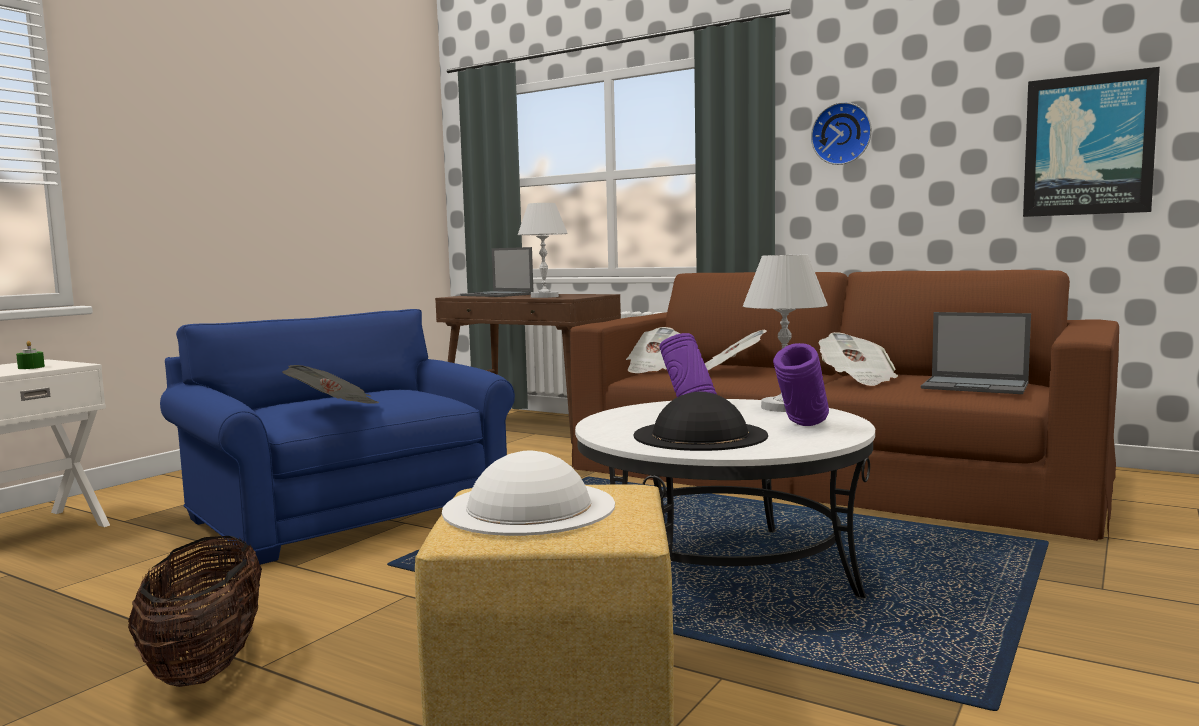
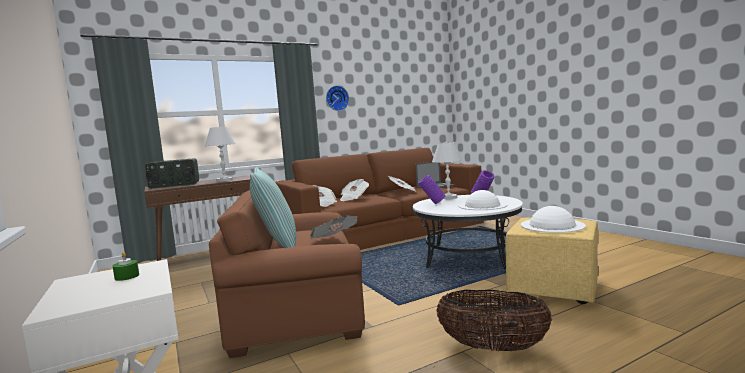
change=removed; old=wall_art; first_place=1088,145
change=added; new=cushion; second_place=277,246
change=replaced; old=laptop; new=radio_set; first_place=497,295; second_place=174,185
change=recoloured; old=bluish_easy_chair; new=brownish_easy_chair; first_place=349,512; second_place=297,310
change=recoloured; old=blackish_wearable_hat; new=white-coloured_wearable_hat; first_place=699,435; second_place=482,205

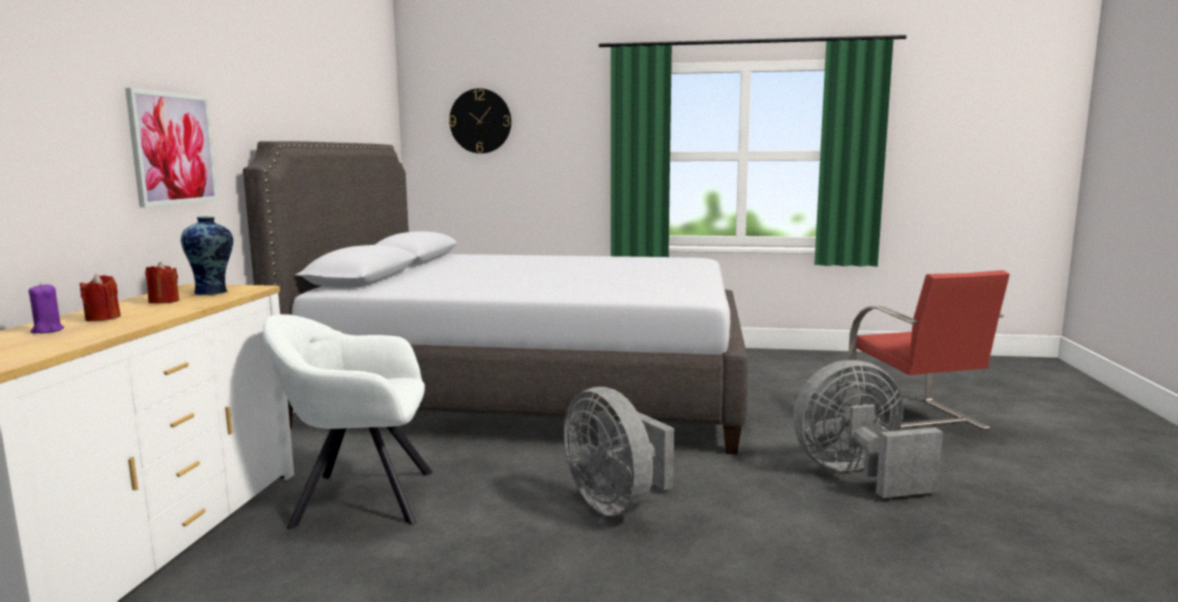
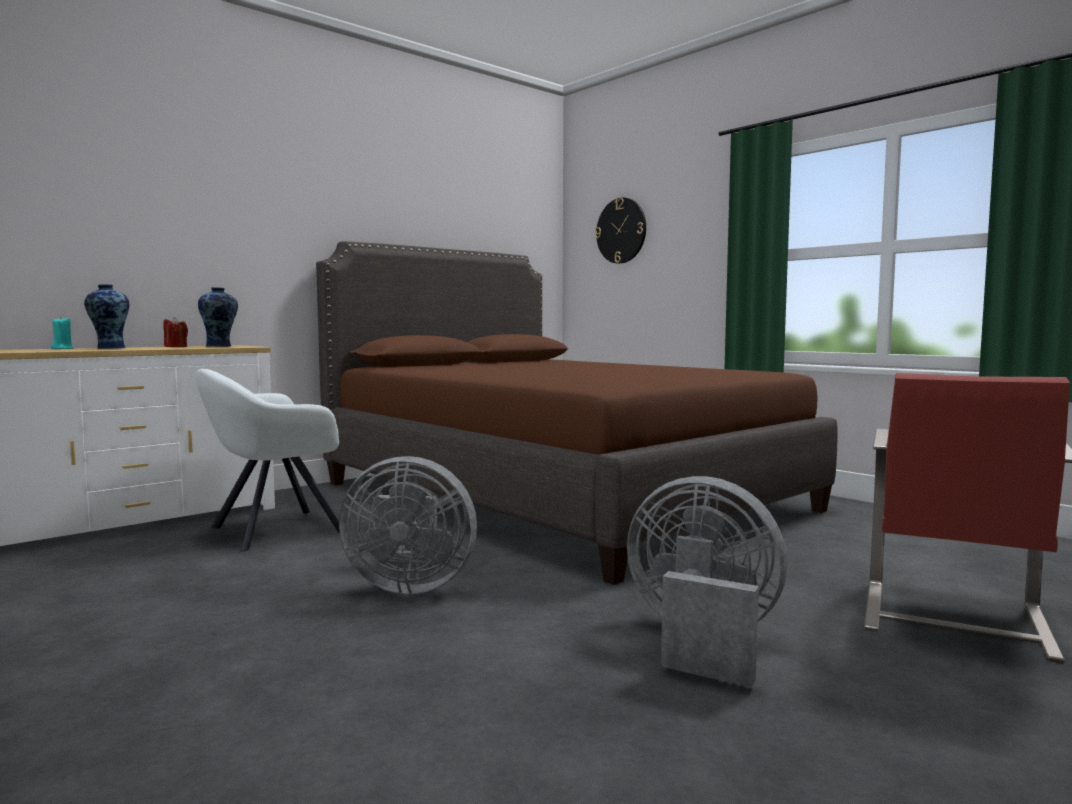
change=removed; old=wall_art; first_place=173,148
change=replaced; old=red-coloured_candle; new=decorative_vase; first_place=103,318; second_place=110,348
change=recoloured; old=purple-coloured_candle; new=turquoise_candle; first_place=47,330; second_place=63,349
change=recoloured; old=greyish_bedroom_bed; new=brownish_bedroom_bed; first_place=531,391; second_place=557,496
change=turned; old=white-coloured_easy_chair; first_place=358,498; second_place=272,530; degrees=-75
change=turned; old=greyish_electric_fan; first_place=616,504; second_place=409,585; degrees=-90

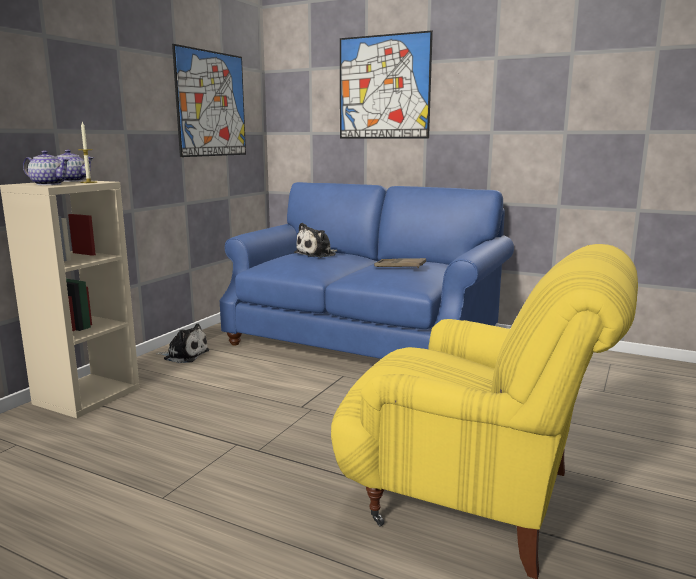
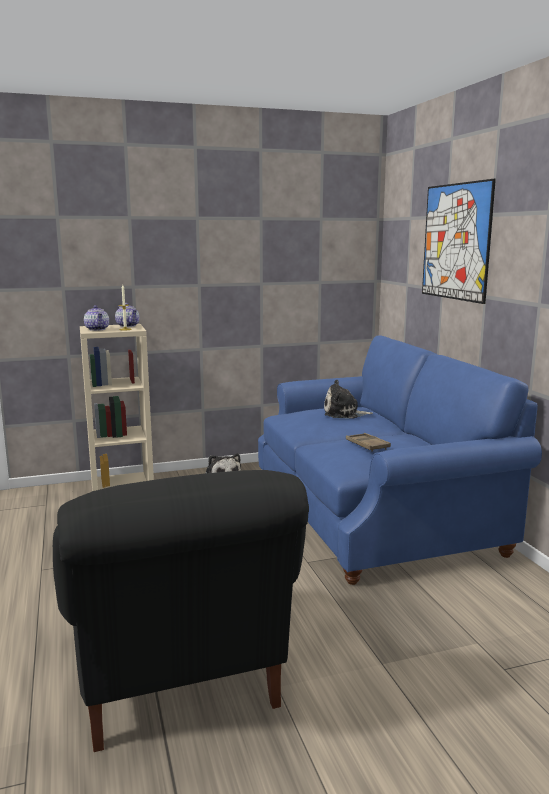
change=removed; old=wall_art; first_place=211,104
change=recoloured; old=yellowish_easy_chair; new=blackish_easy_chair; first_place=474,497; second_place=178,677

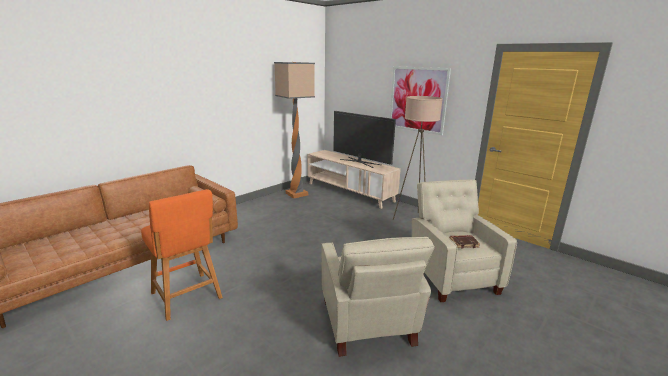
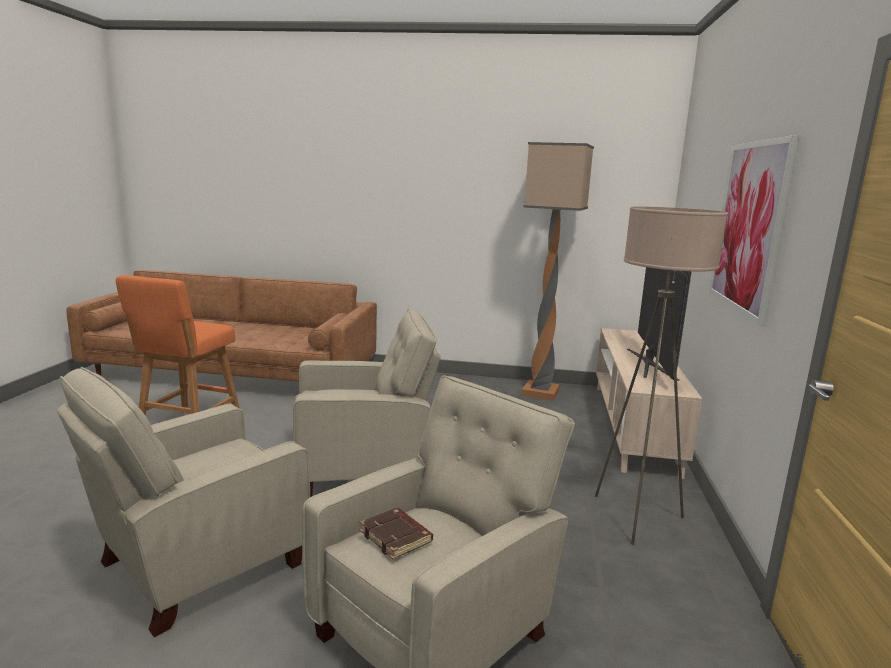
change=added; new=beige-coloured_easy_chair; second_place=364,469

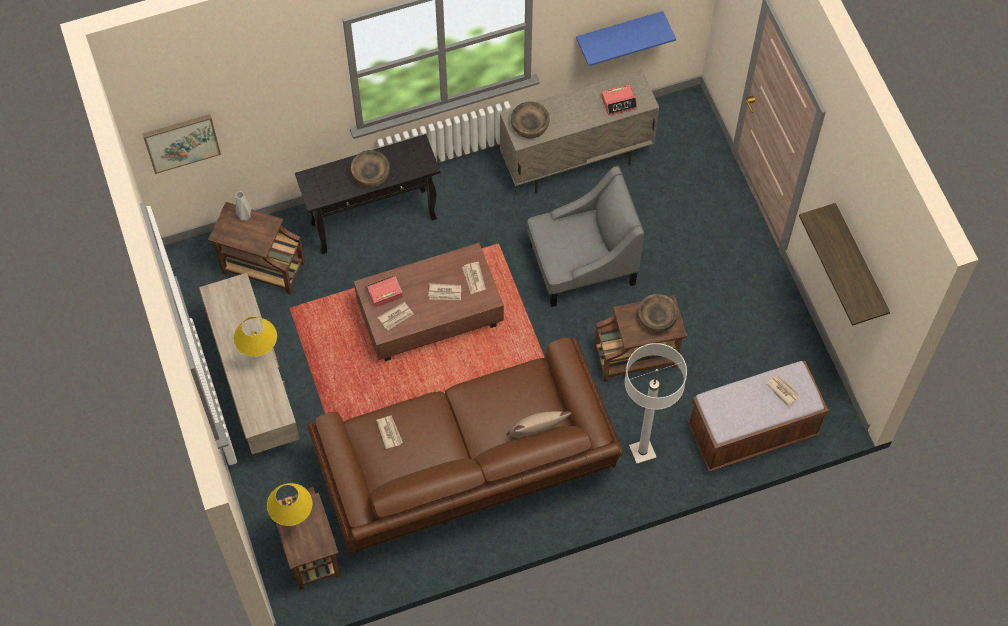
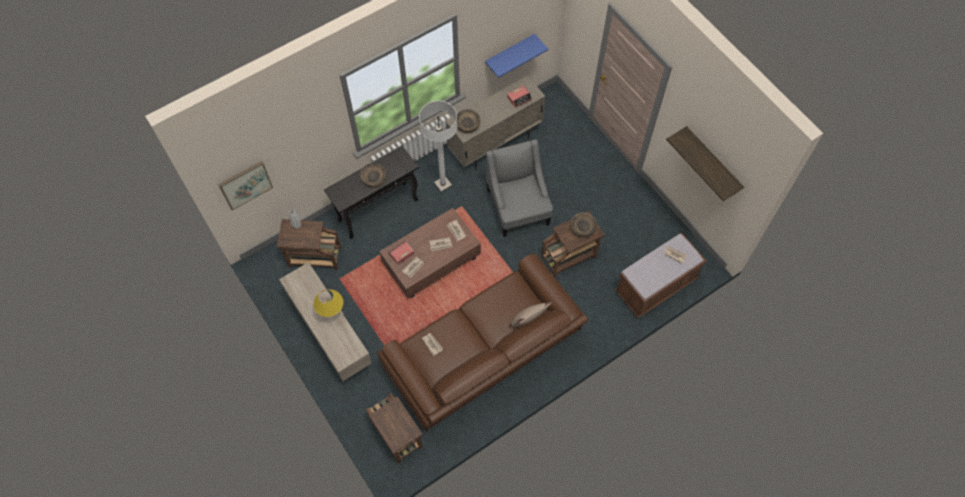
change=removed; old=yellowish_tabletop_lamp; first_place=294,520
change=moved; old=white-coloured_floor_lamp; first_place=642,452; second_place=443,184
change=turned; old=greyish_easy_chair; first_place=582,264; second_place=518,207; degrees=-75

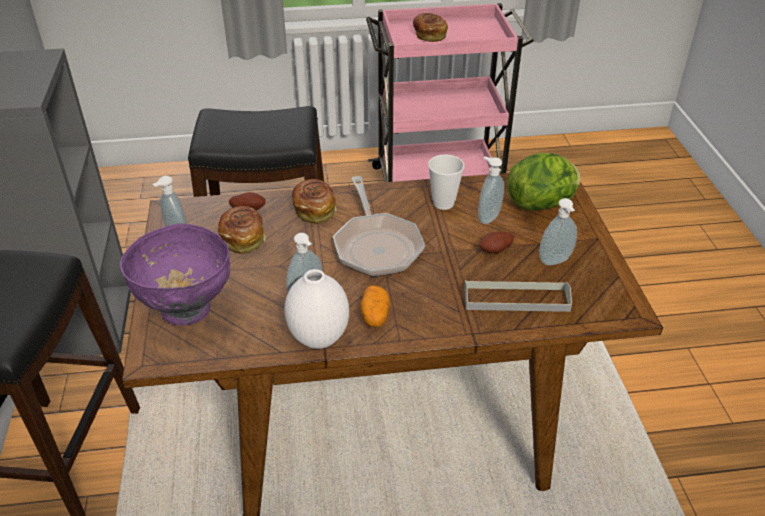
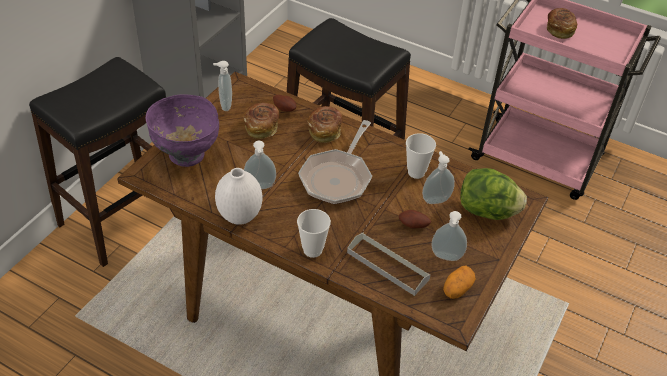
change=added; new=small_cup; second_place=312,250
change=moved; old=spud; first_place=375,315; second_place=457,288

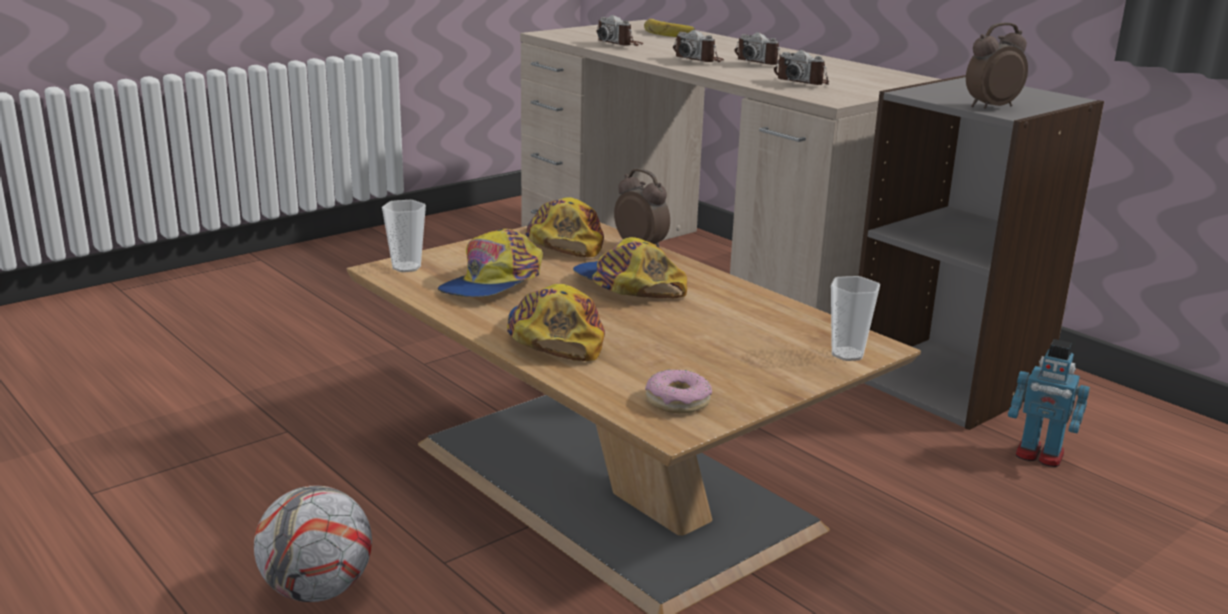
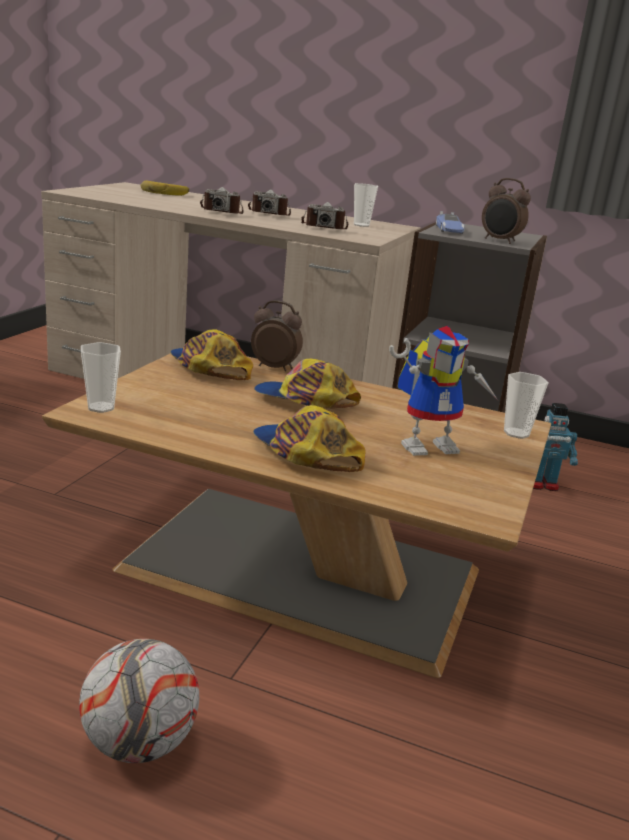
change=removed; old=cap; first_place=493,284
change=removed; old=still_camera; first_place=619,43
change=removed; old=ring_doughnut; first_place=677,401
change=added; new=small_cup; second_place=361,225
change=added; new=model_robot; second_place=430,445
change=added; new=miniature_car; second_place=449,230
change=turned; old=table_clock; first_place=990,107; second_place=500,241; degrees=-90

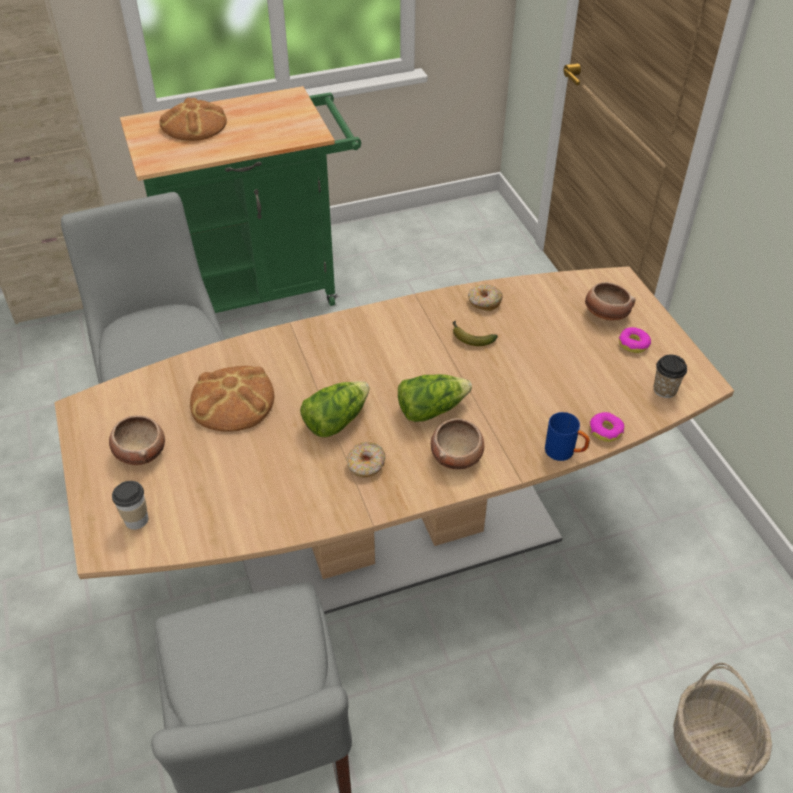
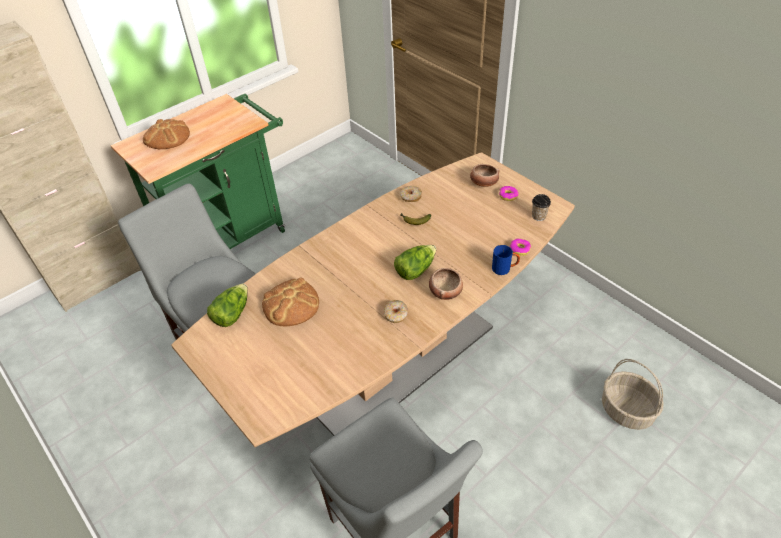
change=removed; old=bowl; first_place=140,451
change=removed; old=small_cup; first_place=136,520
change=moved; old=lettuce; first_place=335,420; second_place=232,313

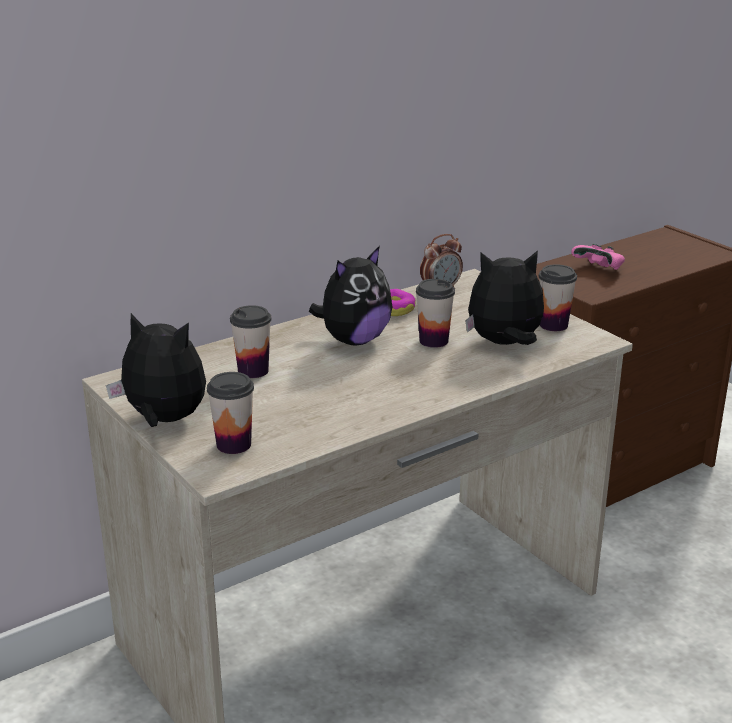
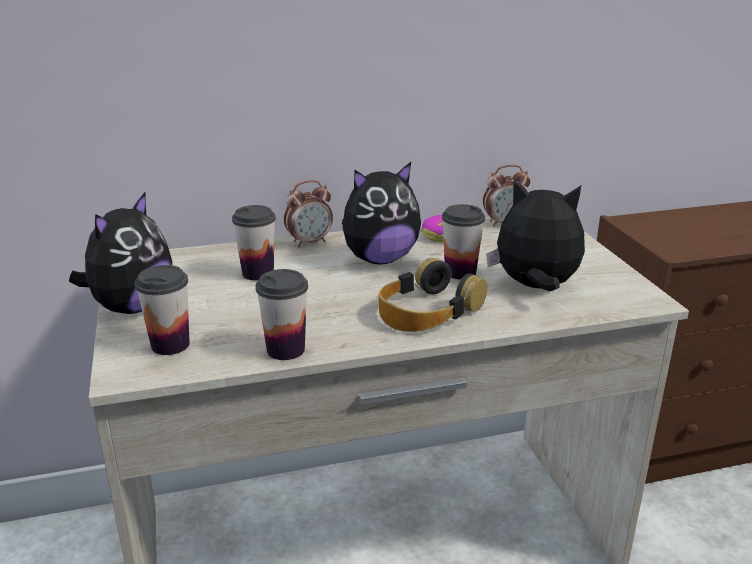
change=removed; old=pink-coloured_gamepad; first_place=599,269
change=added; new=table_clock; second_place=309,242
change=added; new=pair_of_headphones; second_place=427,311
change=moved; old=small_cup; first_place=553,325; second_place=285,350
change=turned; old=soft_toy; first_place=163,420; second_place=131,307; degrees=75

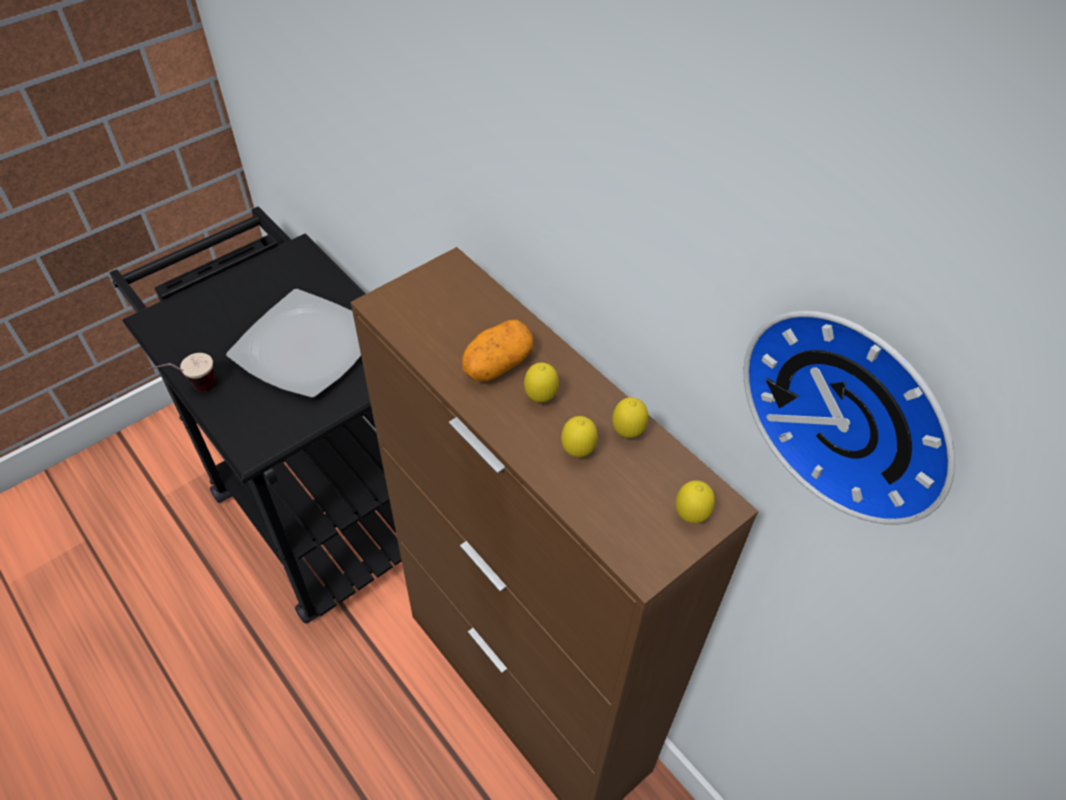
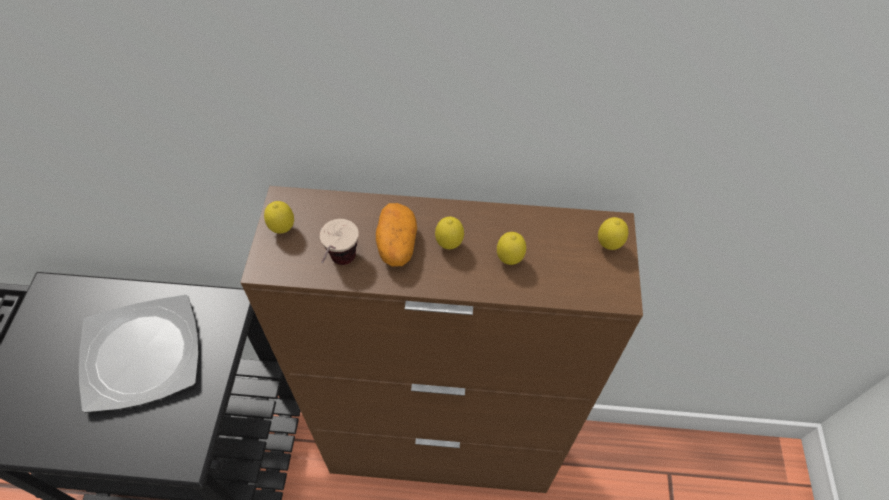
change=removed; old=wall_clock; first_place=852,409
change=moved; old=small_cup; first_place=192,390; second_place=339,268
change=moved; old=whole_lemon; first_place=627,433; second_place=283,229

